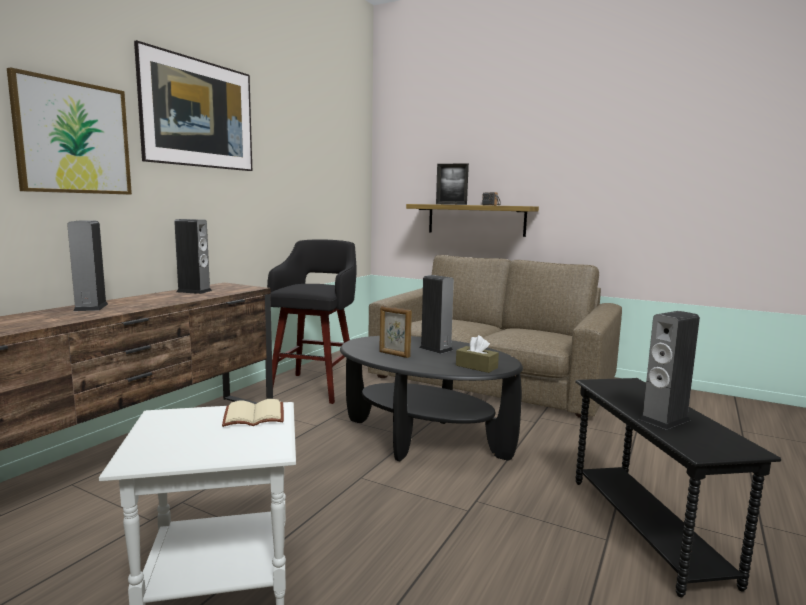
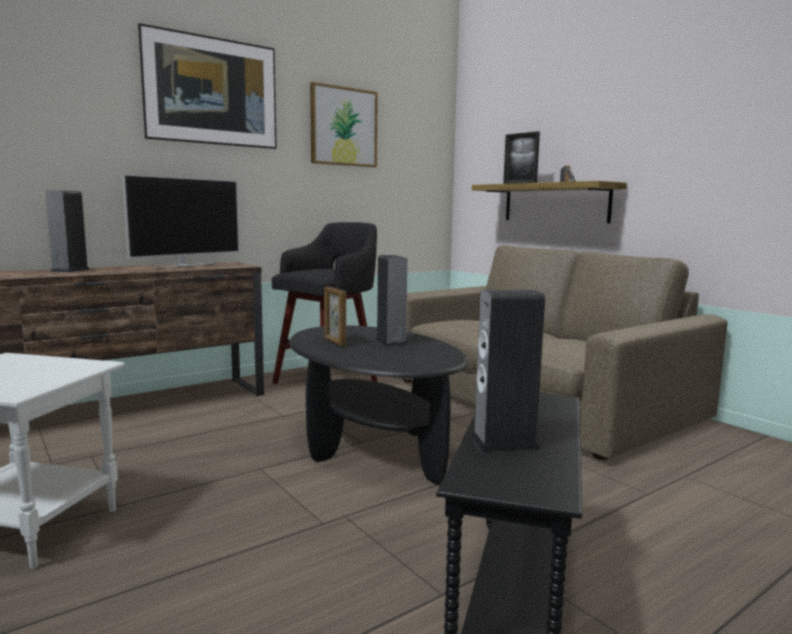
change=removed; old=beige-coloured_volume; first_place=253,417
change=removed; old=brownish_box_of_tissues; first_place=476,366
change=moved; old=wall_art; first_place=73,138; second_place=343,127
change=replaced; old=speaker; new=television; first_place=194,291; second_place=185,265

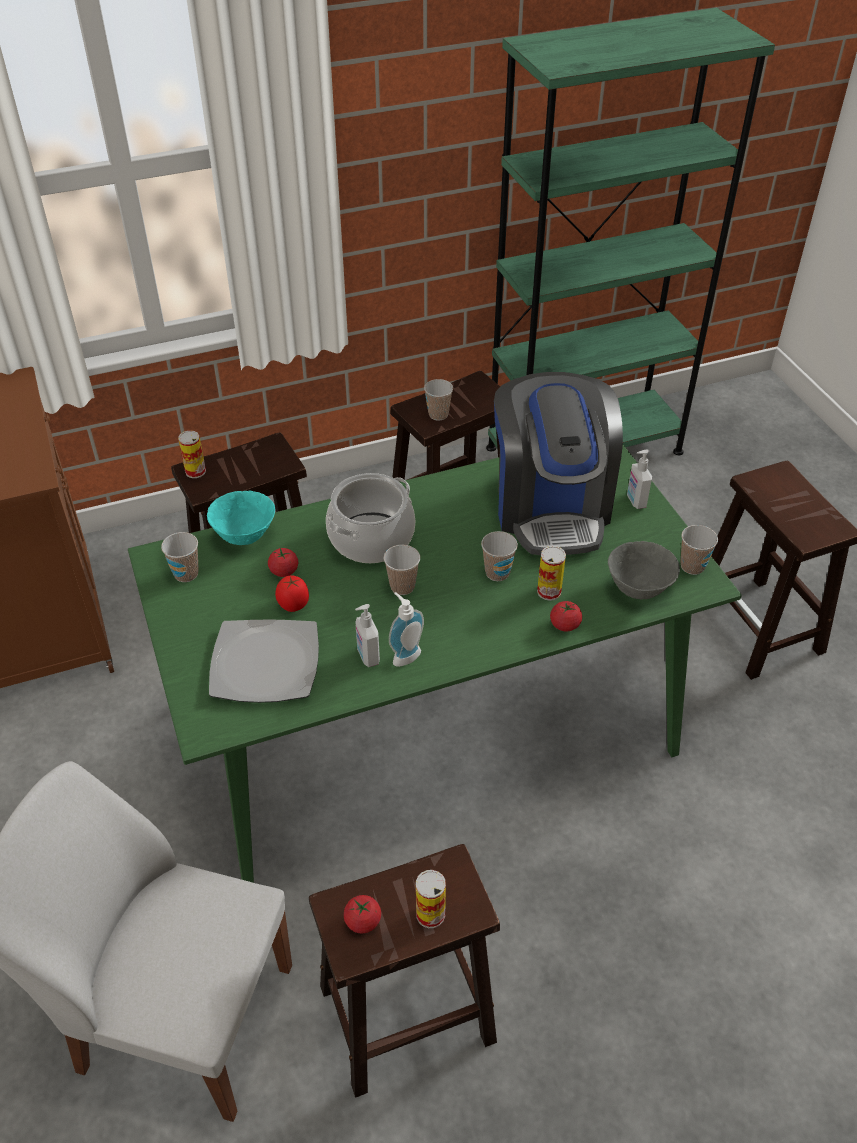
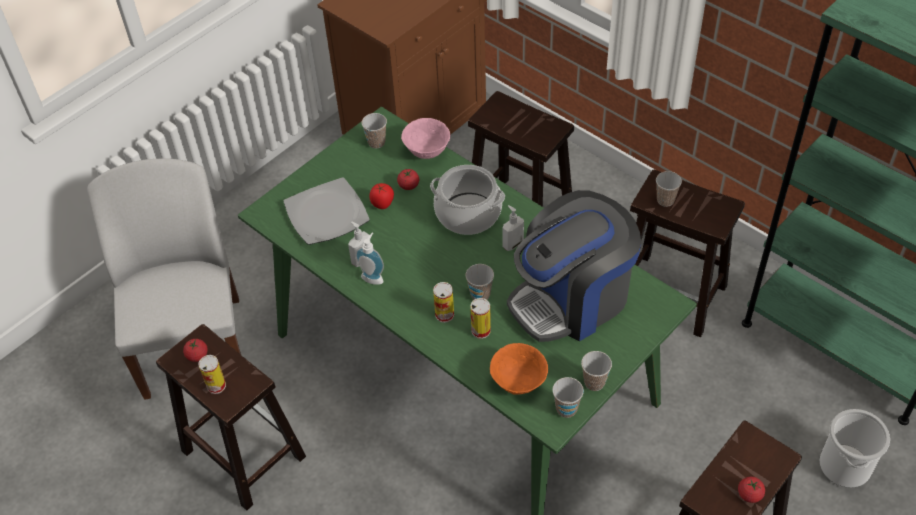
change=added; new=bucket; second_place=845,466
change=moved; old=metal_can; first_place=195,471; second_place=444,314
change=moved; old=small_cup; first_place=402,586; second_place=594,382
change=moved; old=tomato; first_place=565,625; second_place=749,494
change=moved; old=soap_bottle; first_place=635,501; second_place=512,243
change=recoloured; old=turquoise_bowl; new=pink-coloured_bowl; first_place=245,536; second_place=427,152
change=recoloured; old=greyish_bowl; new=orange_bowl; first_place=639,589; second_place=518,383

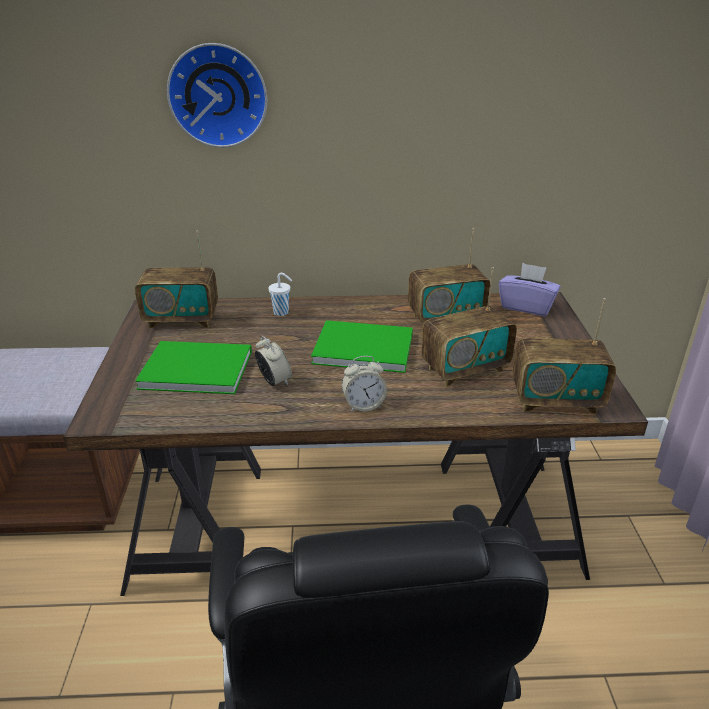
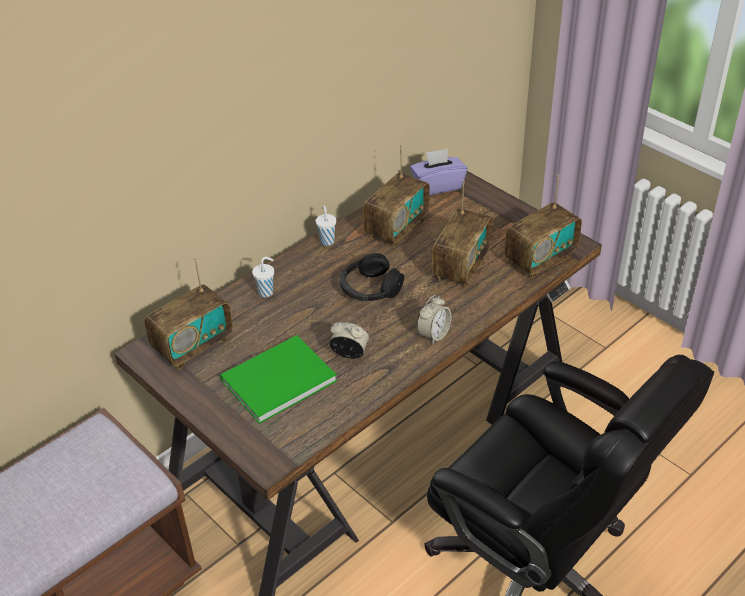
change=removed; old=wall_clock; first_place=218,95
change=added; new=white-coloured_small_cup; second_place=327,241
change=replaced; old=green_volume; new=blackish_pair_of_headphones; first_place=361,347; second_place=370,289

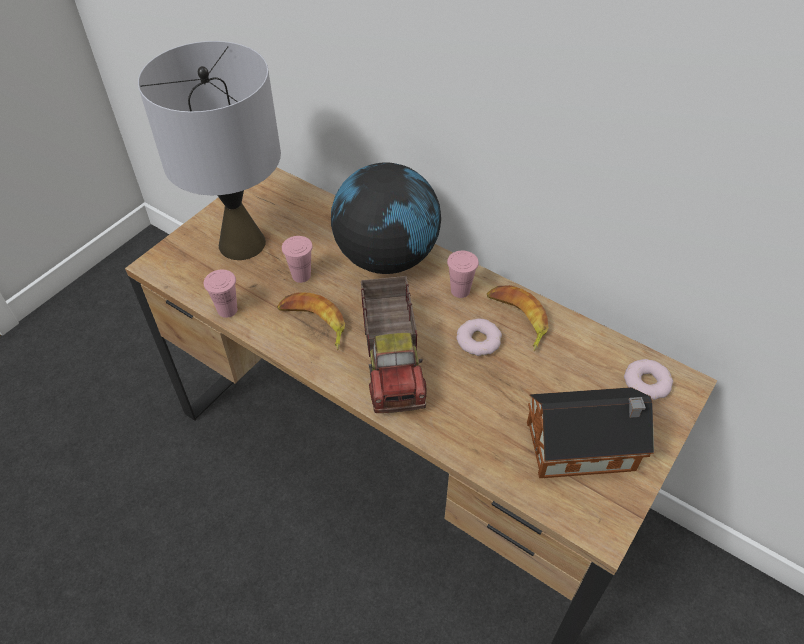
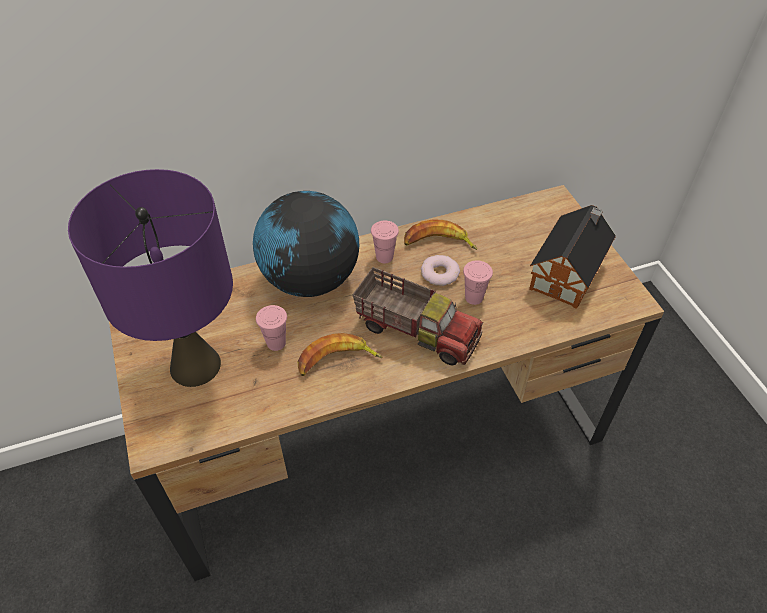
change=removed; old=ring_doughnut; first_place=647,383
change=moved; old=pink-coloured_small_cup; first_place=227,310; second_place=474,297
change=recoloured; old=greyish_tabletop_lamp; new=purple-coloured_tabletop_lamp; first_place=242,243; second_place=194,365

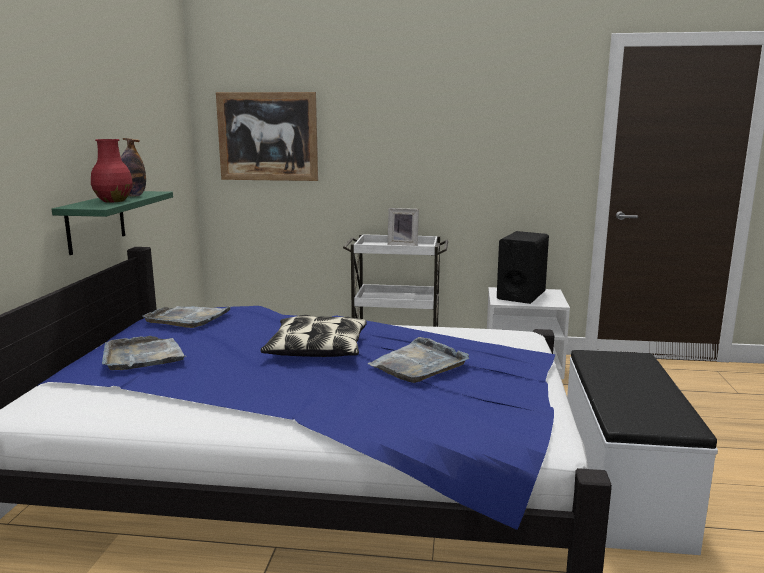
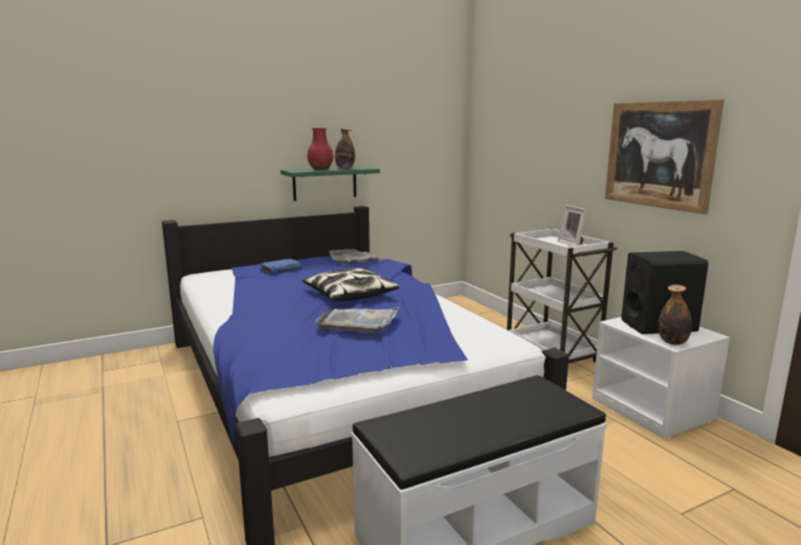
change=added; new=bottle; second_place=672,342
change=moved; old=wall_art; first_place=268,136; second_place=659,154
change=replaced; old=greyish_tray; new=bluish_volume; first_place=143,356; second_place=281,269

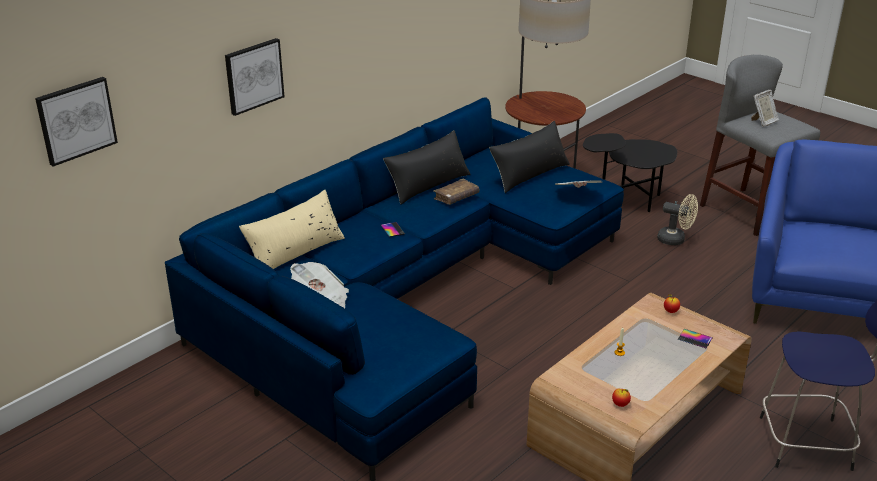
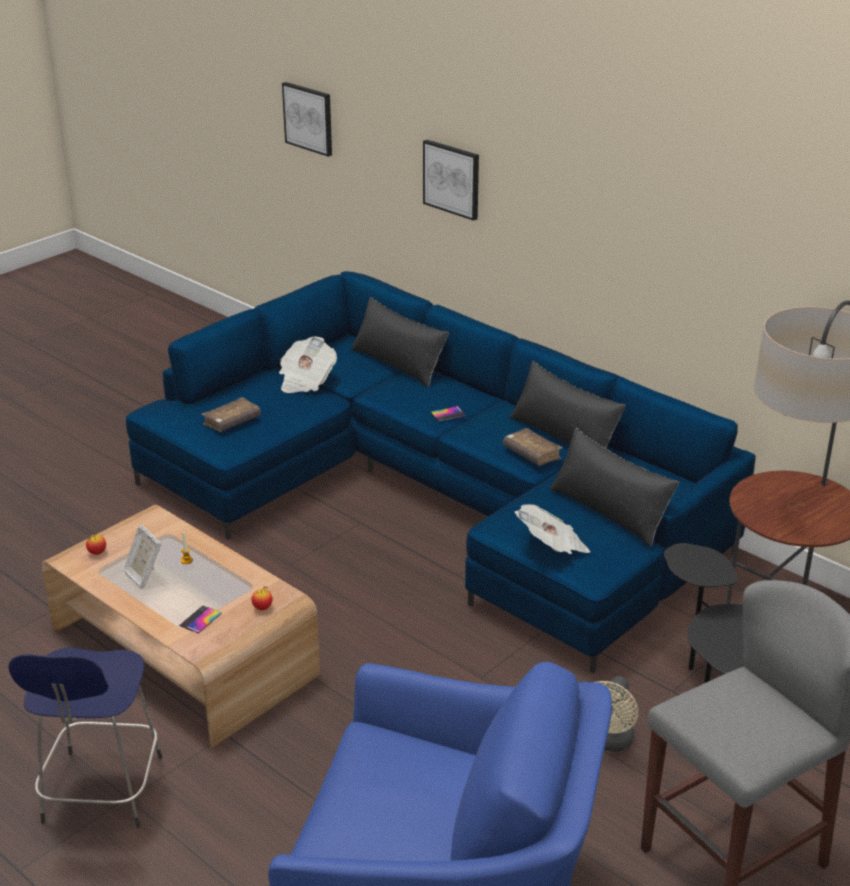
change=added; new=brownish_volume; second_place=232,422
change=moved; old=standing_frame; first_place=763,122; second_place=144,575
change=recoloured; old=beige-coloured_cushion; new=blackish_cushion; first_place=295,252; second_place=398,363

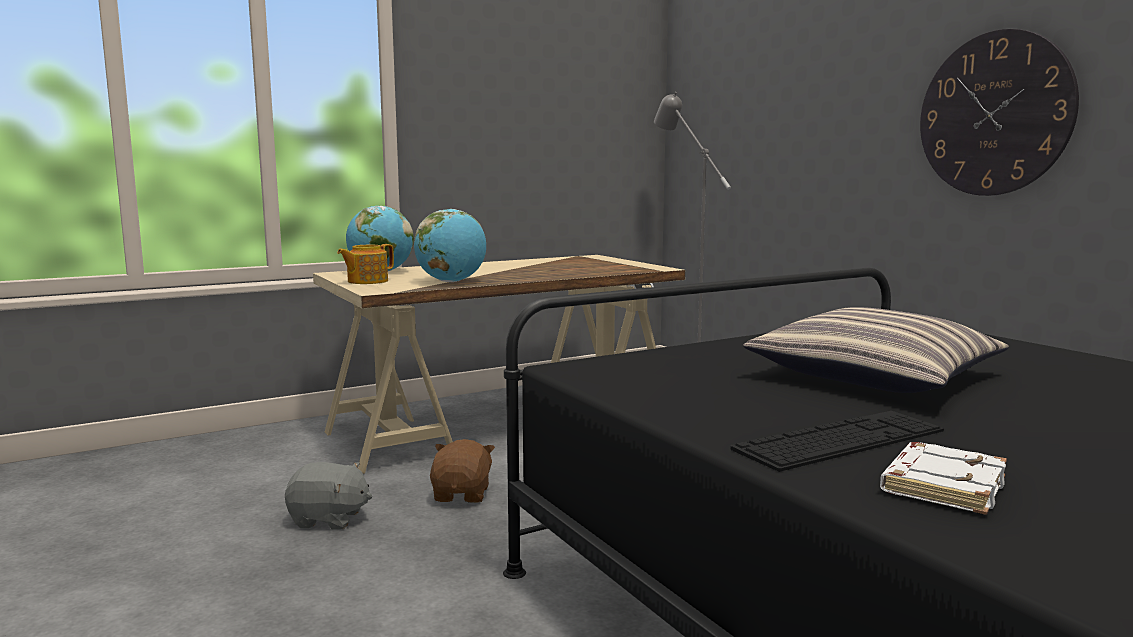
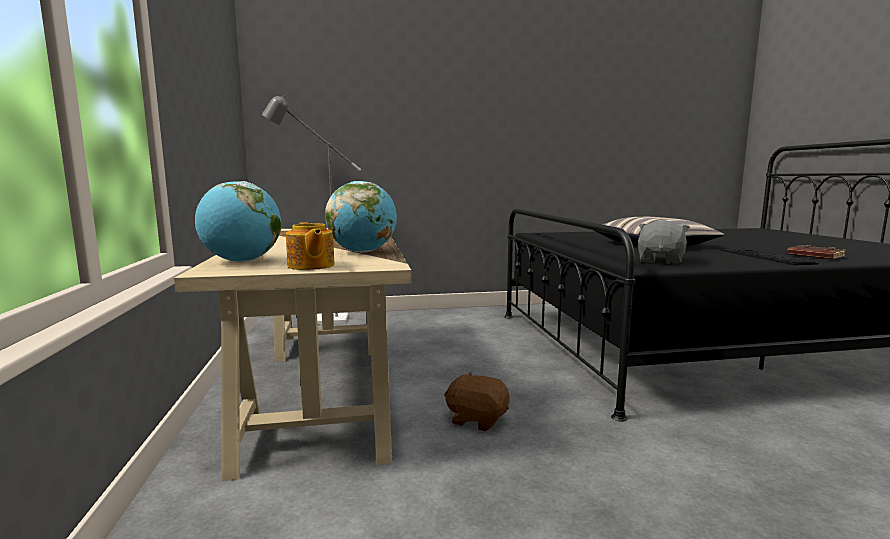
change=removed; old=wall_clock; first_place=994,114
change=moved; old=greyish_soft_toy; first_place=329,519; second_place=661,261
change=recoloured; old=white-coloured_volume; new=brownish_volume; first_place=941,485; second_place=814,256

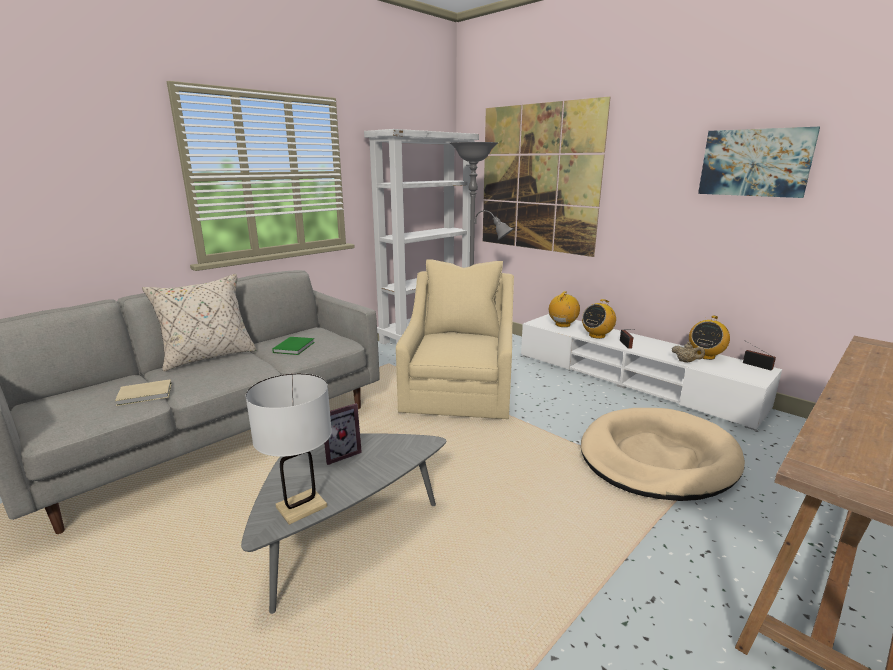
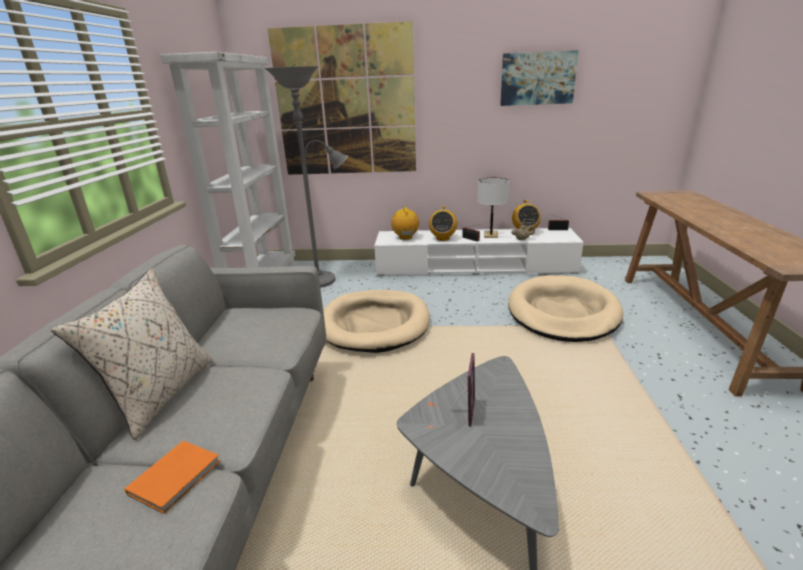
change=removed; old=green_volume; first_place=295,347
change=moved; old=white-coloured_tabletop_lamp; first_place=301,507; second_place=491,235
change=replaced; old=beige-coloured_easy_chair; new=beige-coloured_pet_bed; first_place=459,391; second_place=375,324
change=recoloured; old=beige-coloured_volume; new=orange_volume; first_place=146,394; second_place=178,476

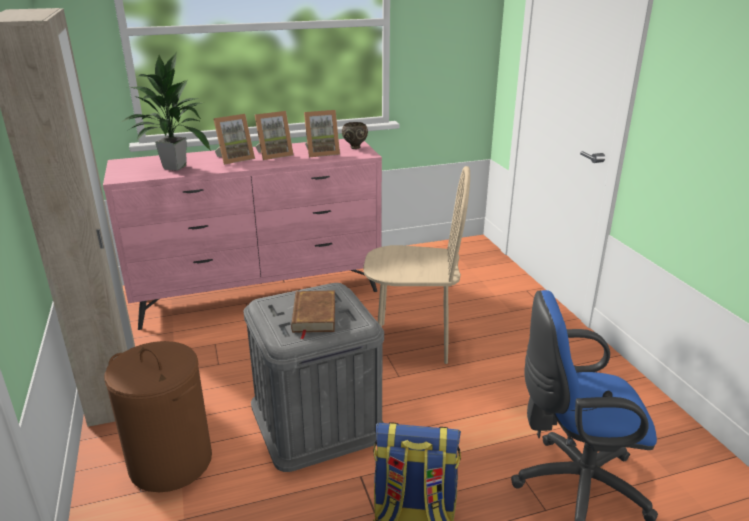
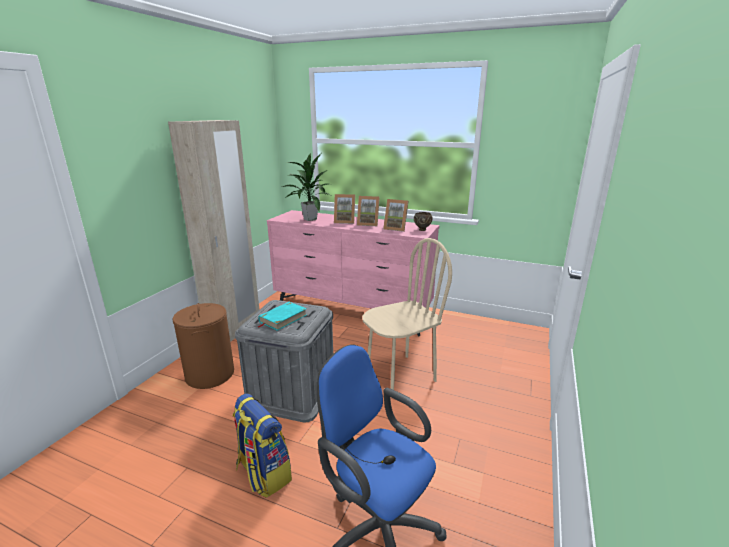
change=recoloured; old=brownish_volume; new=turquoise_volume; first_place=313,316; second_place=283,318
change=turned; old=beige-coloured_upright_chair; first_place=413,342; second_place=400,375; degrees=-75

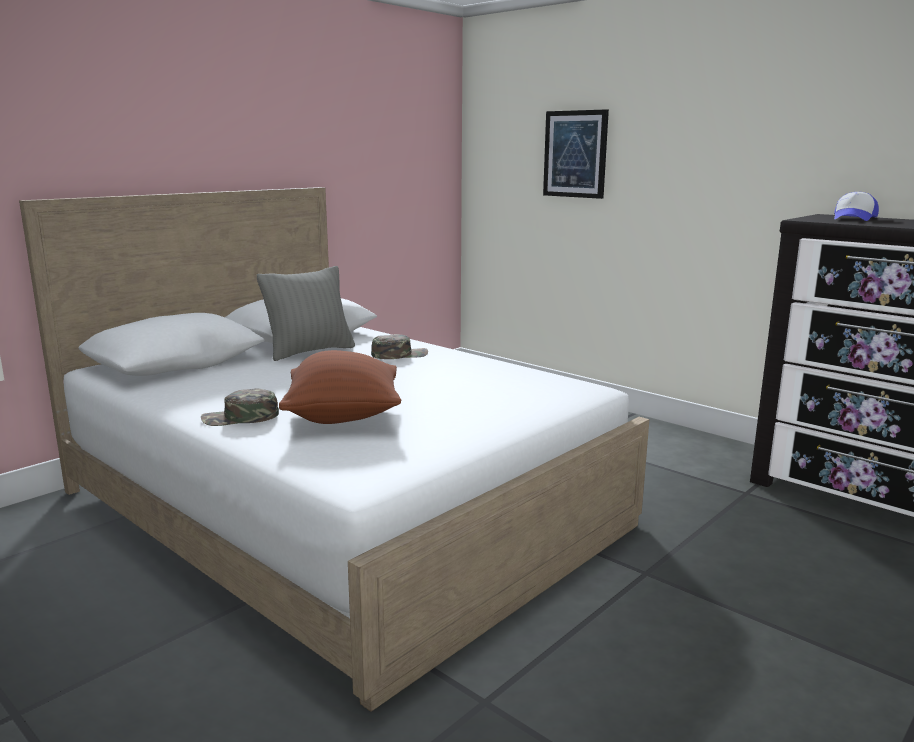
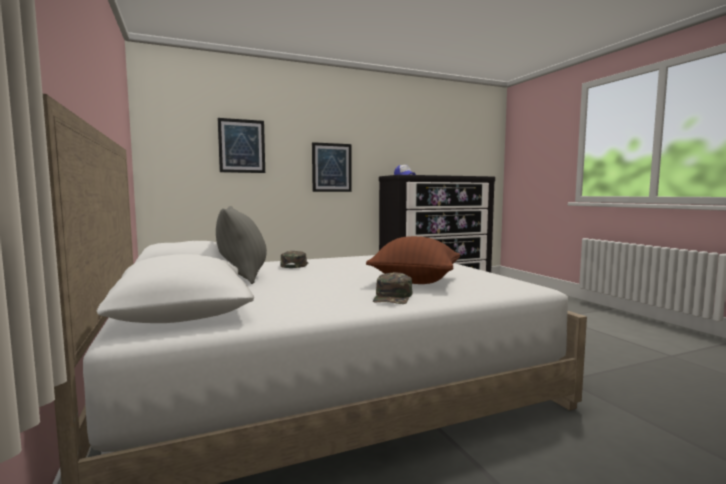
change=added; new=wall_art; second_place=331,167

